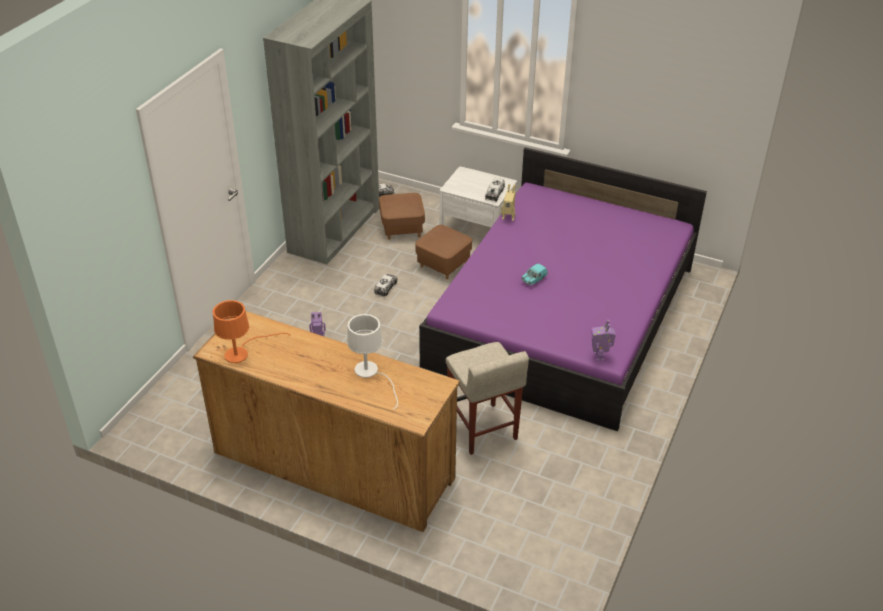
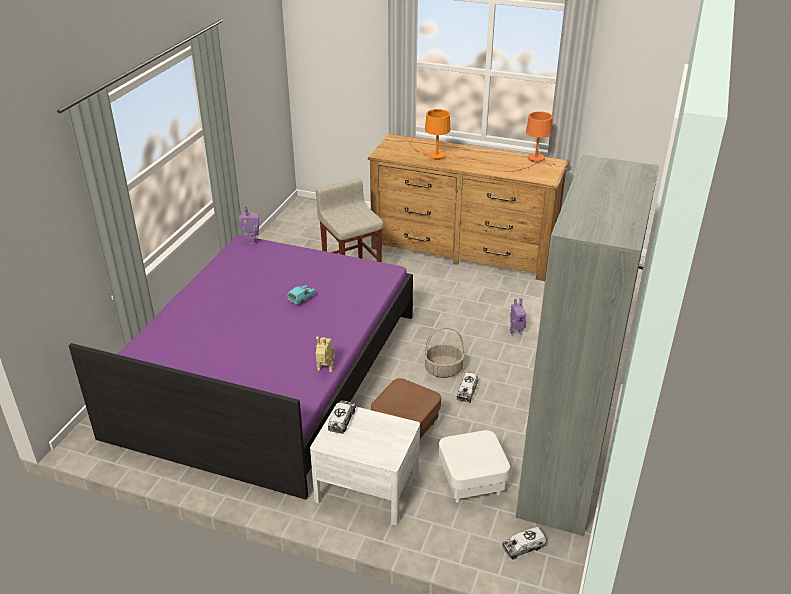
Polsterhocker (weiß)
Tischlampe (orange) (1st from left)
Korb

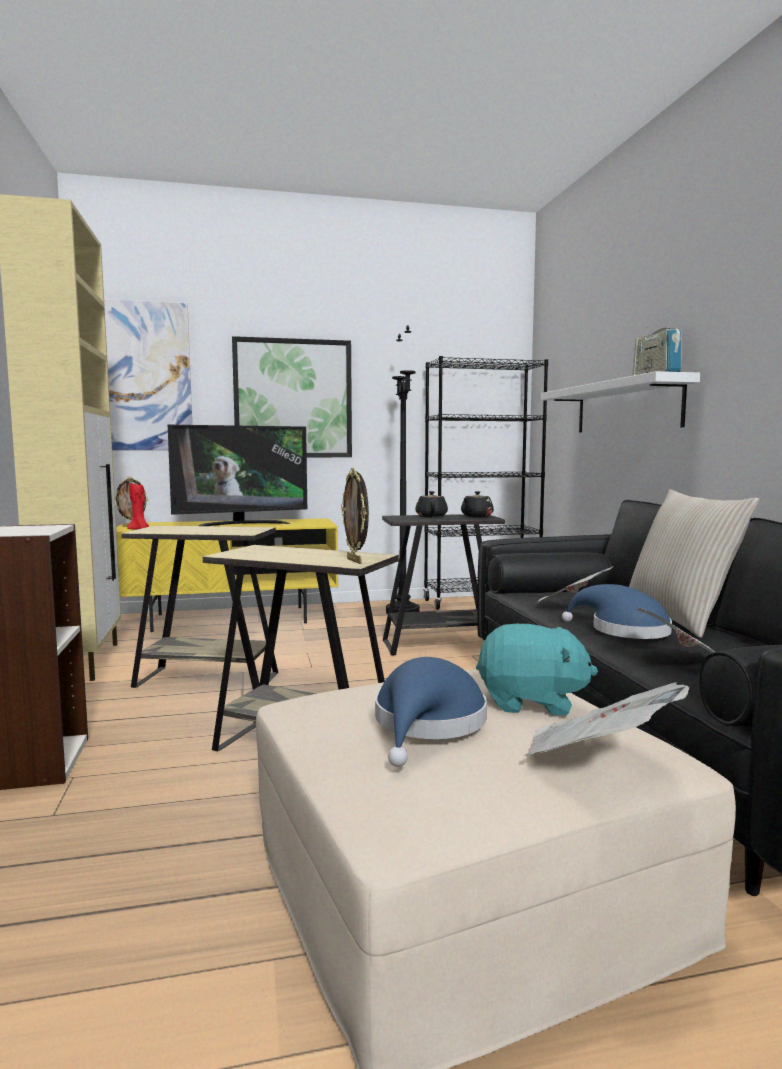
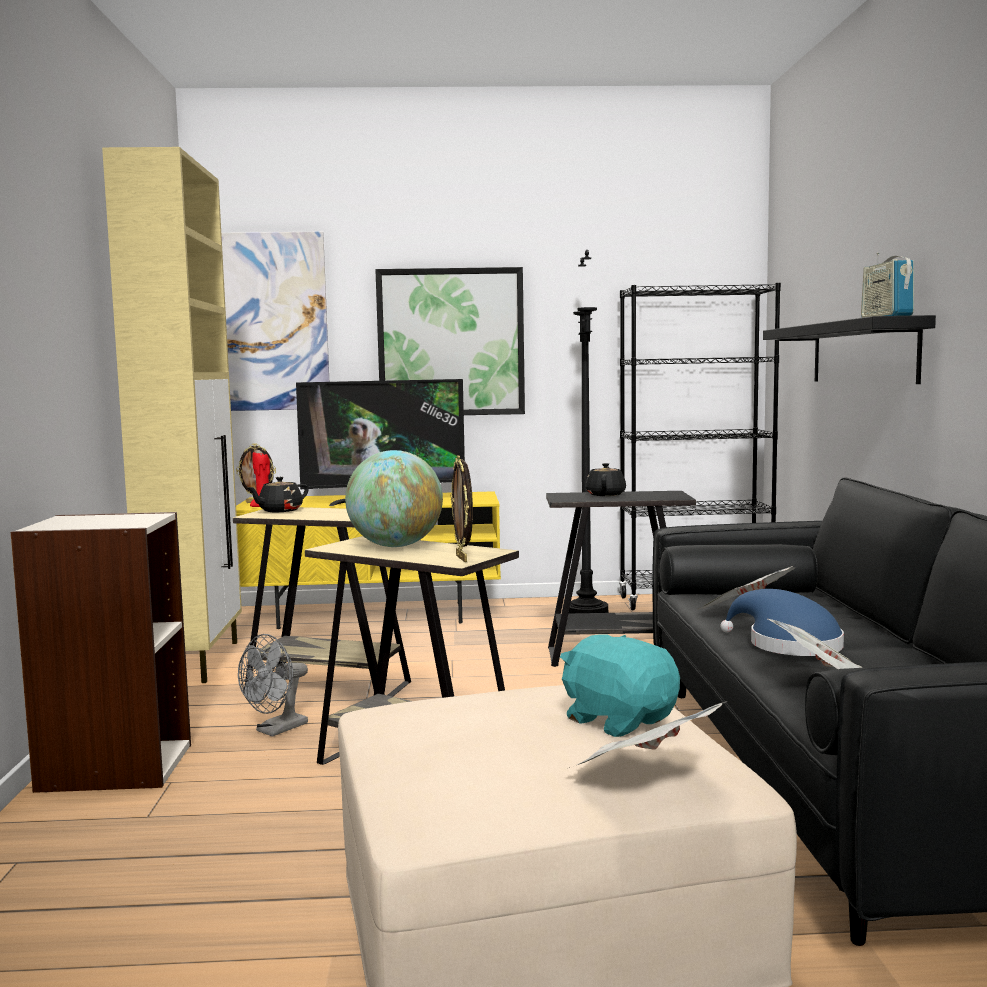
Wandregal (schwarz)
Kissen (beige)
Teekanne (schwarz) (1st from left)
Plüschtier (türkis)
Hut (blau) (1st from left in the first image)
Globus
Ventilator (grau)

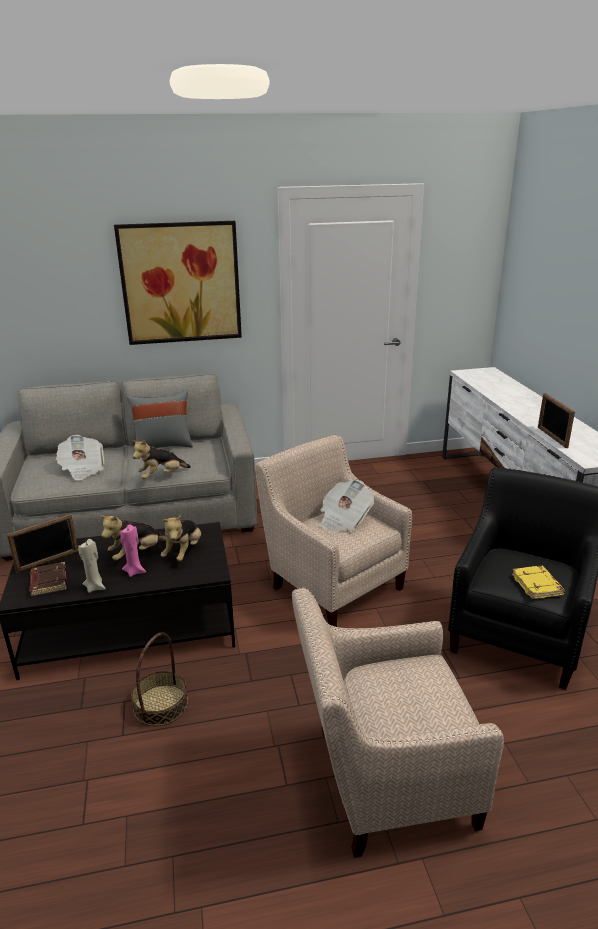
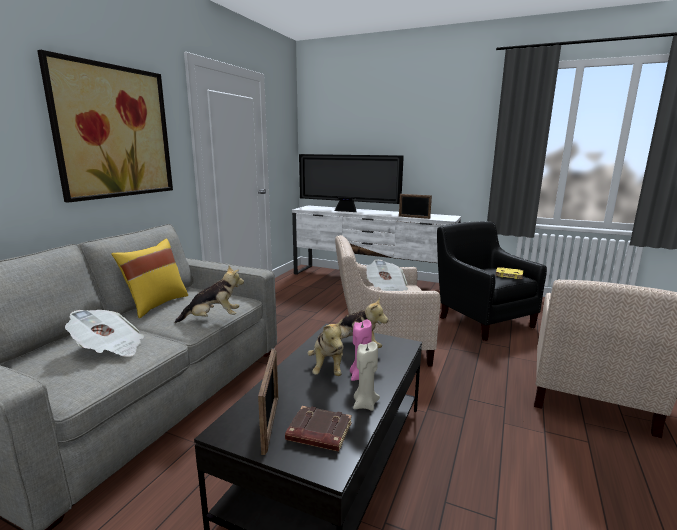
Kissen (gelb)
Plüschtier (1st from left)
Korb
Fernseher

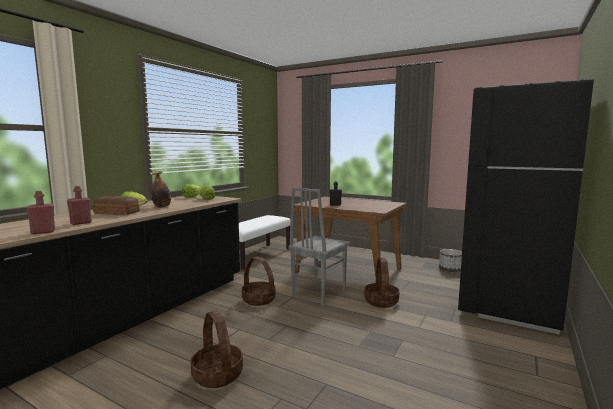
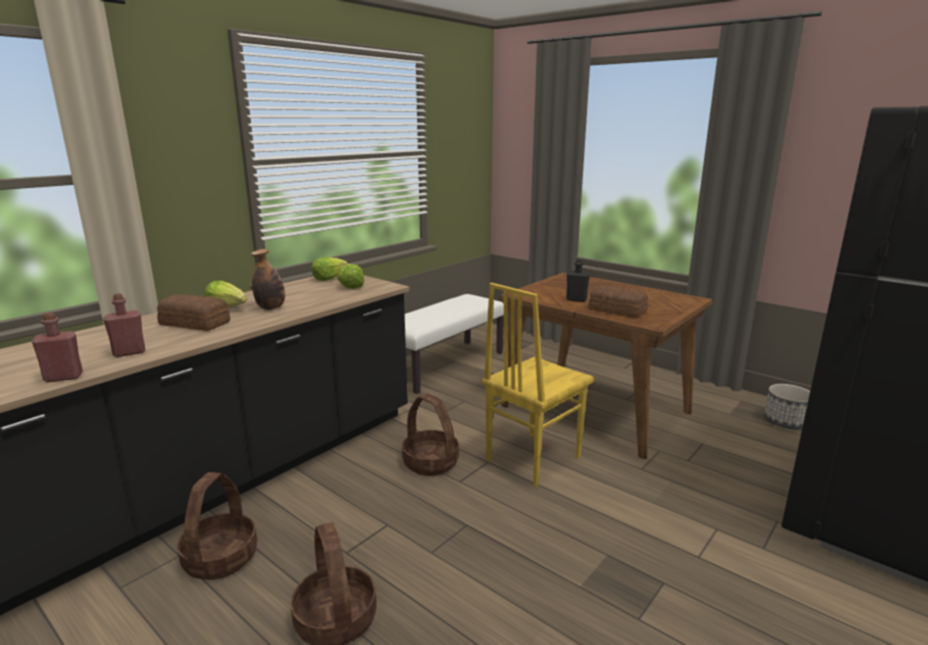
Stuhl (gelb)
Korb (1st from left)
Brot (2nd from left)

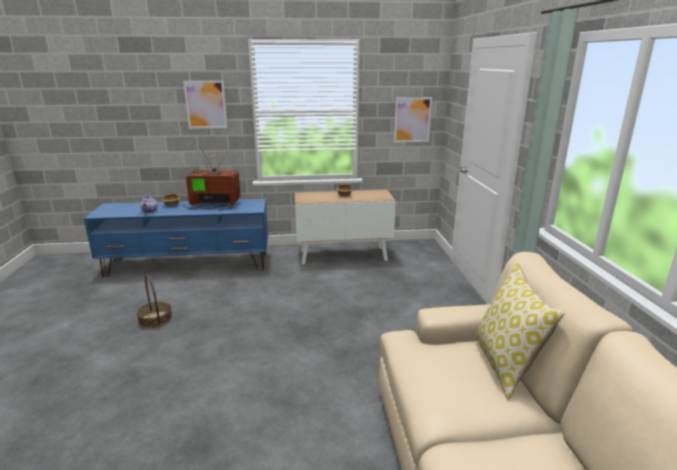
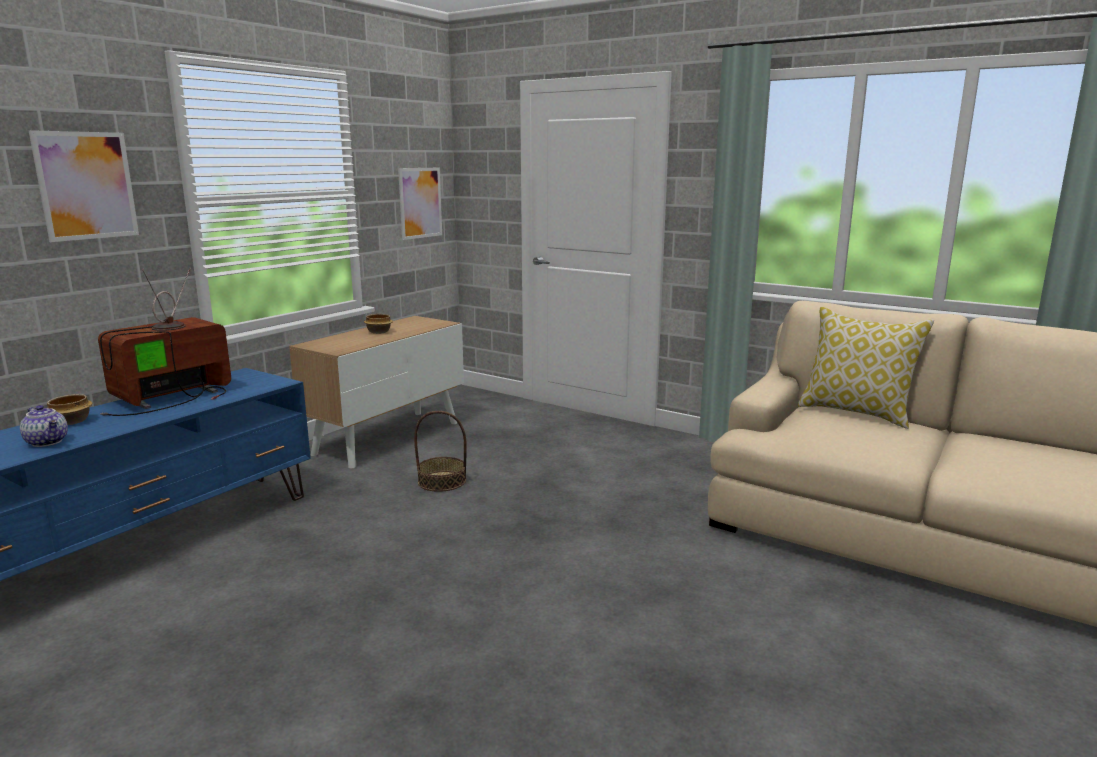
Korb

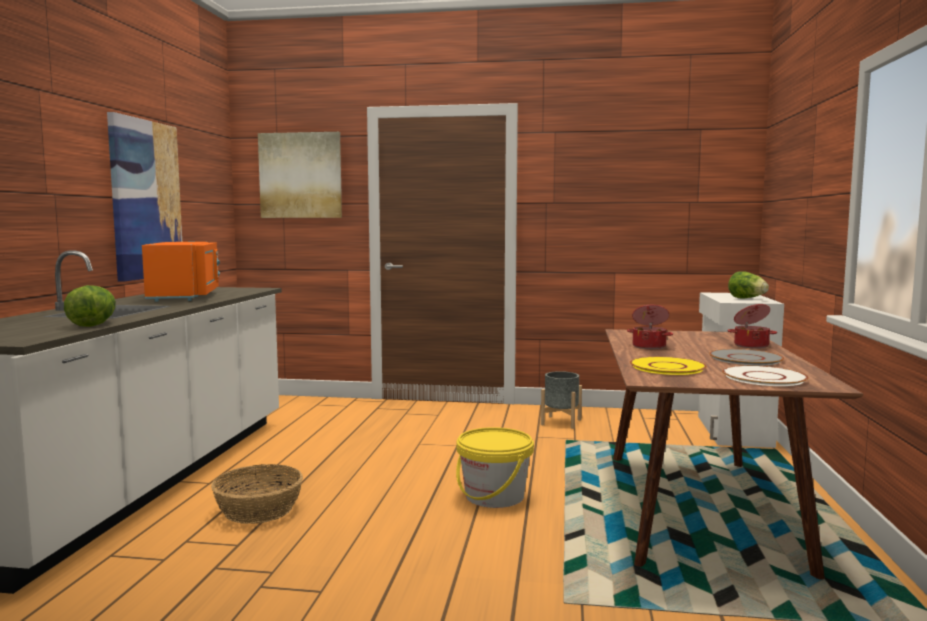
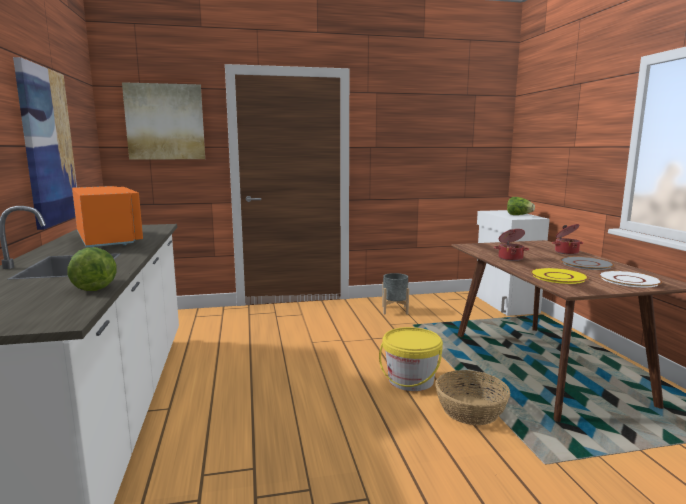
Korb

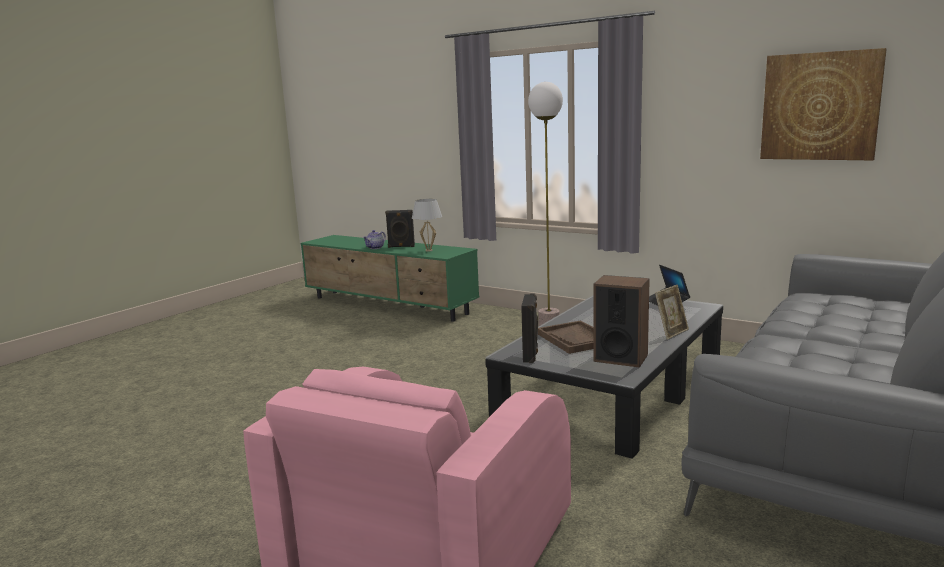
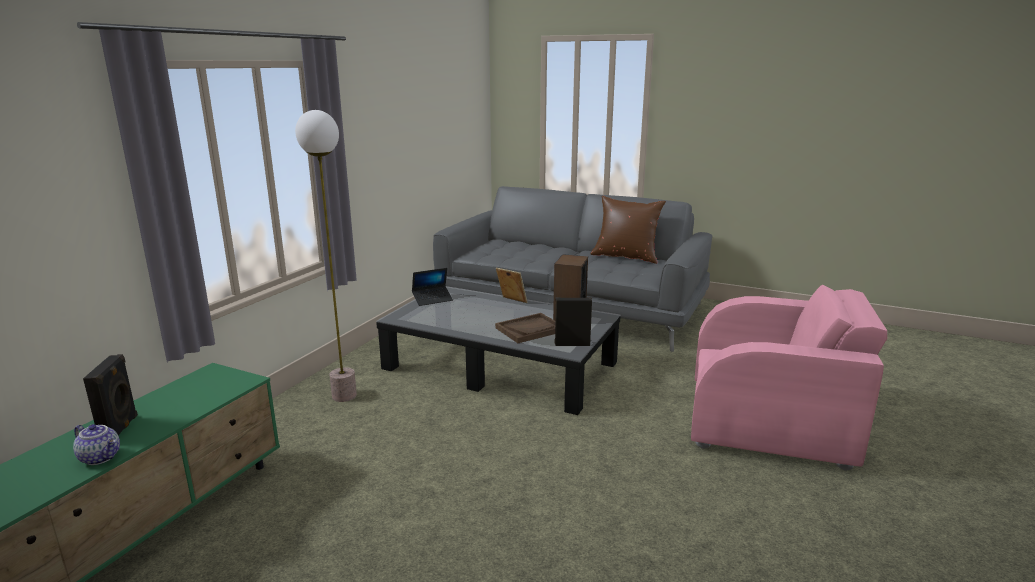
Bild
Tischlampe (weiß)
Kissen (braun)

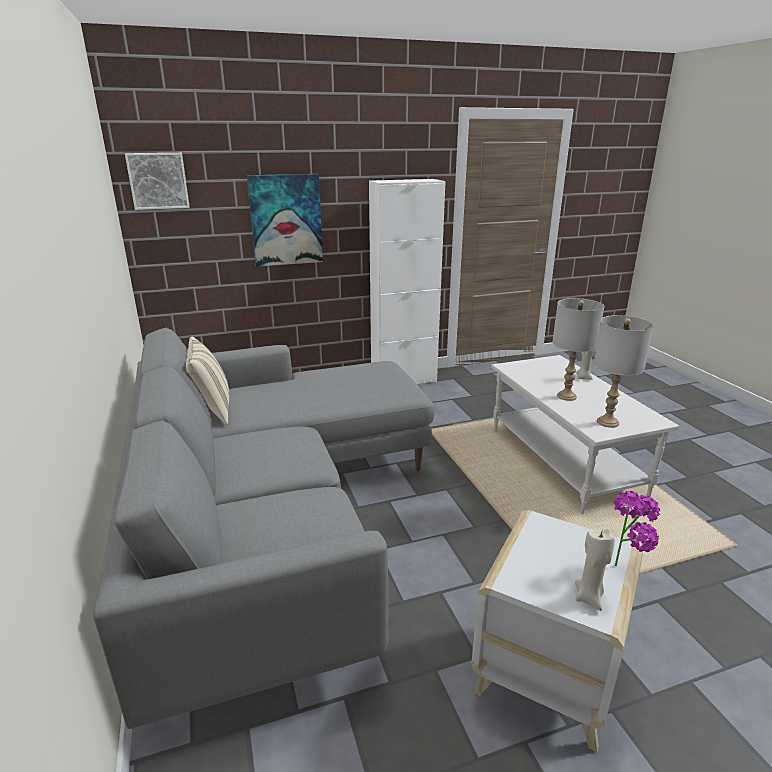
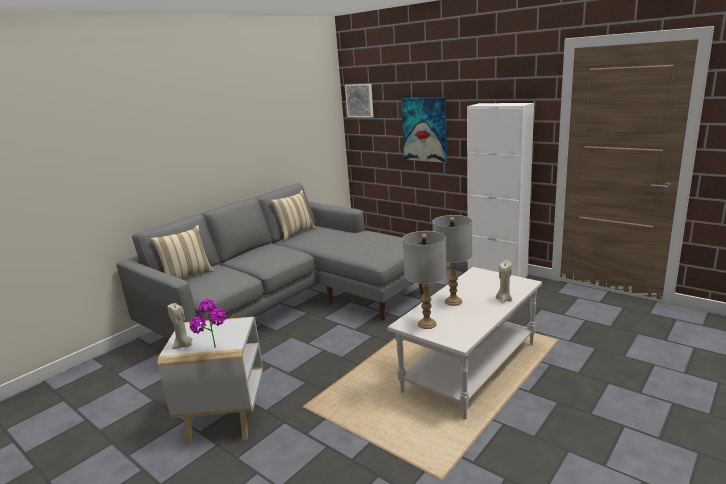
Kissen (beige) (1st from left)

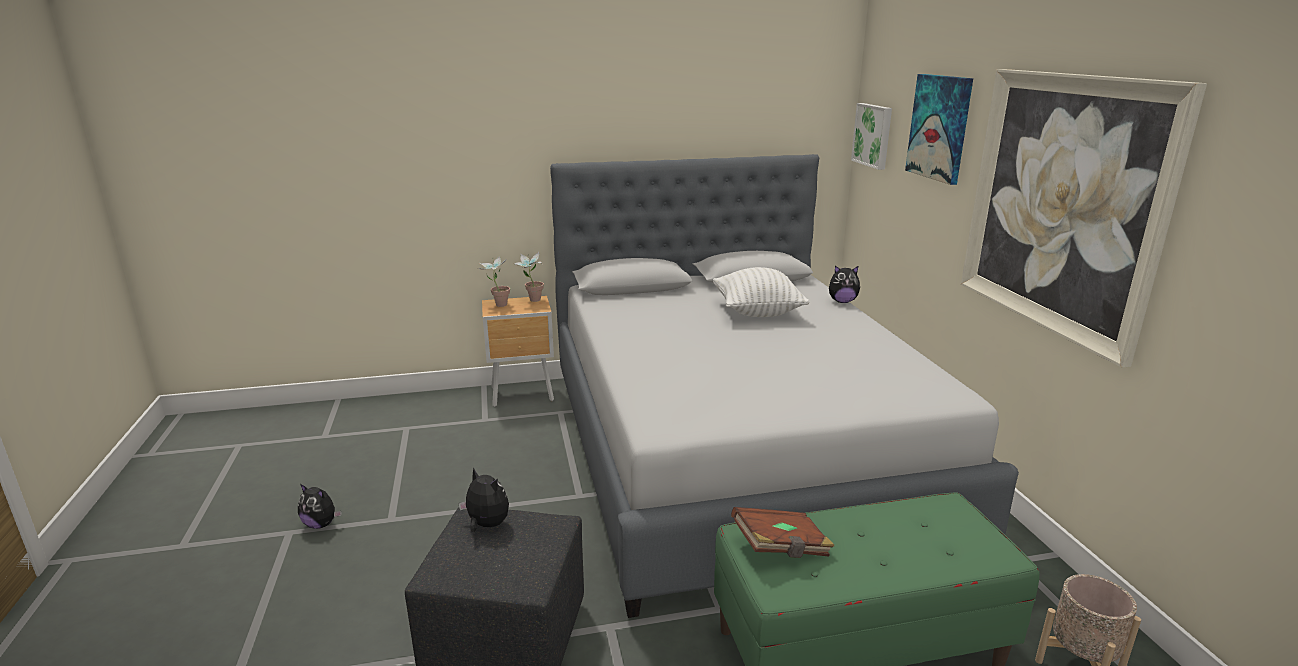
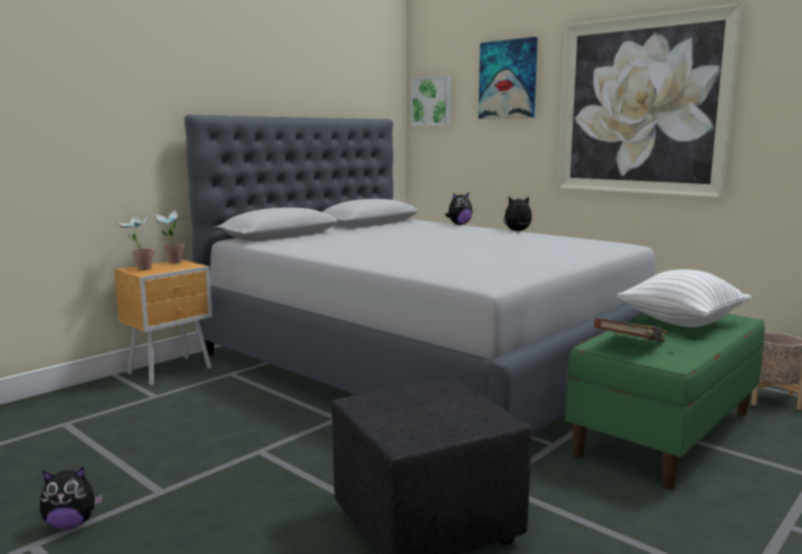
Kissen (weiß)
Plüschtier (3rd from left)

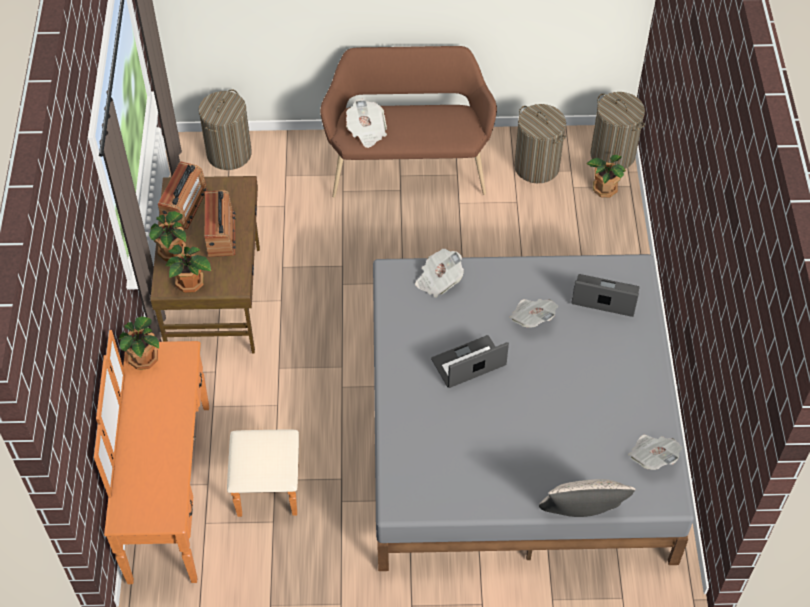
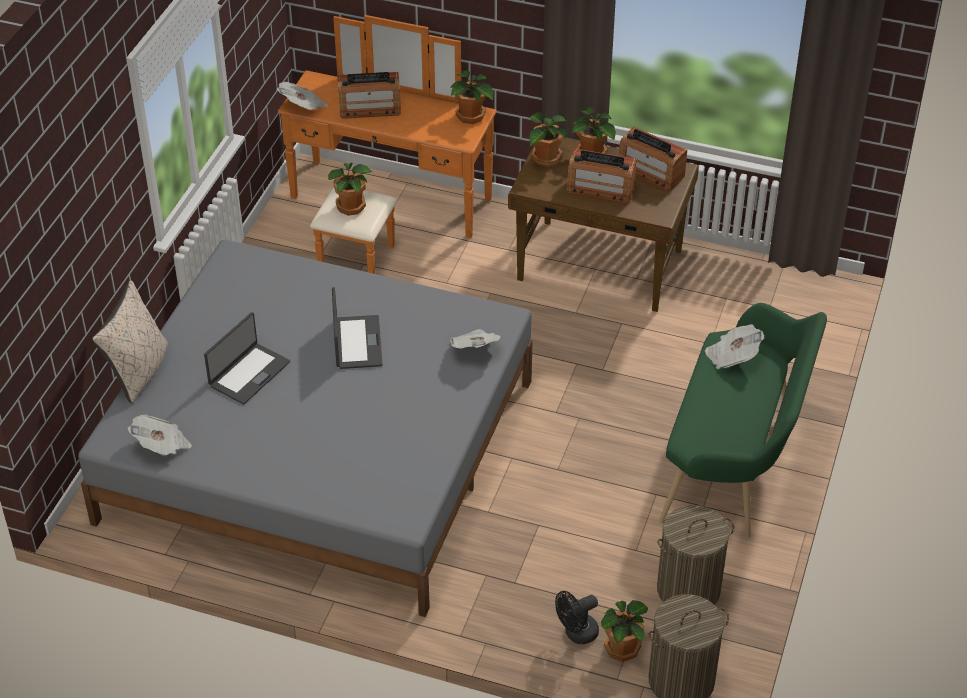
Bank (grün)
Wäschekorb (1st from left in the first image)
Laptop (1st from left)
Zeitung (2nd from left)
Radio (1st from left)
Topfpflanze (1st from left)
Ventilator (schwarz)

